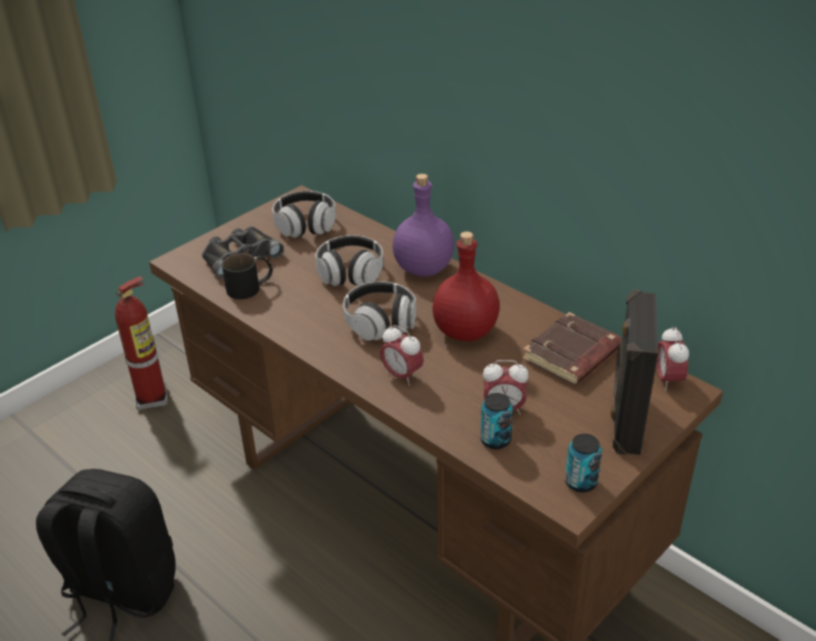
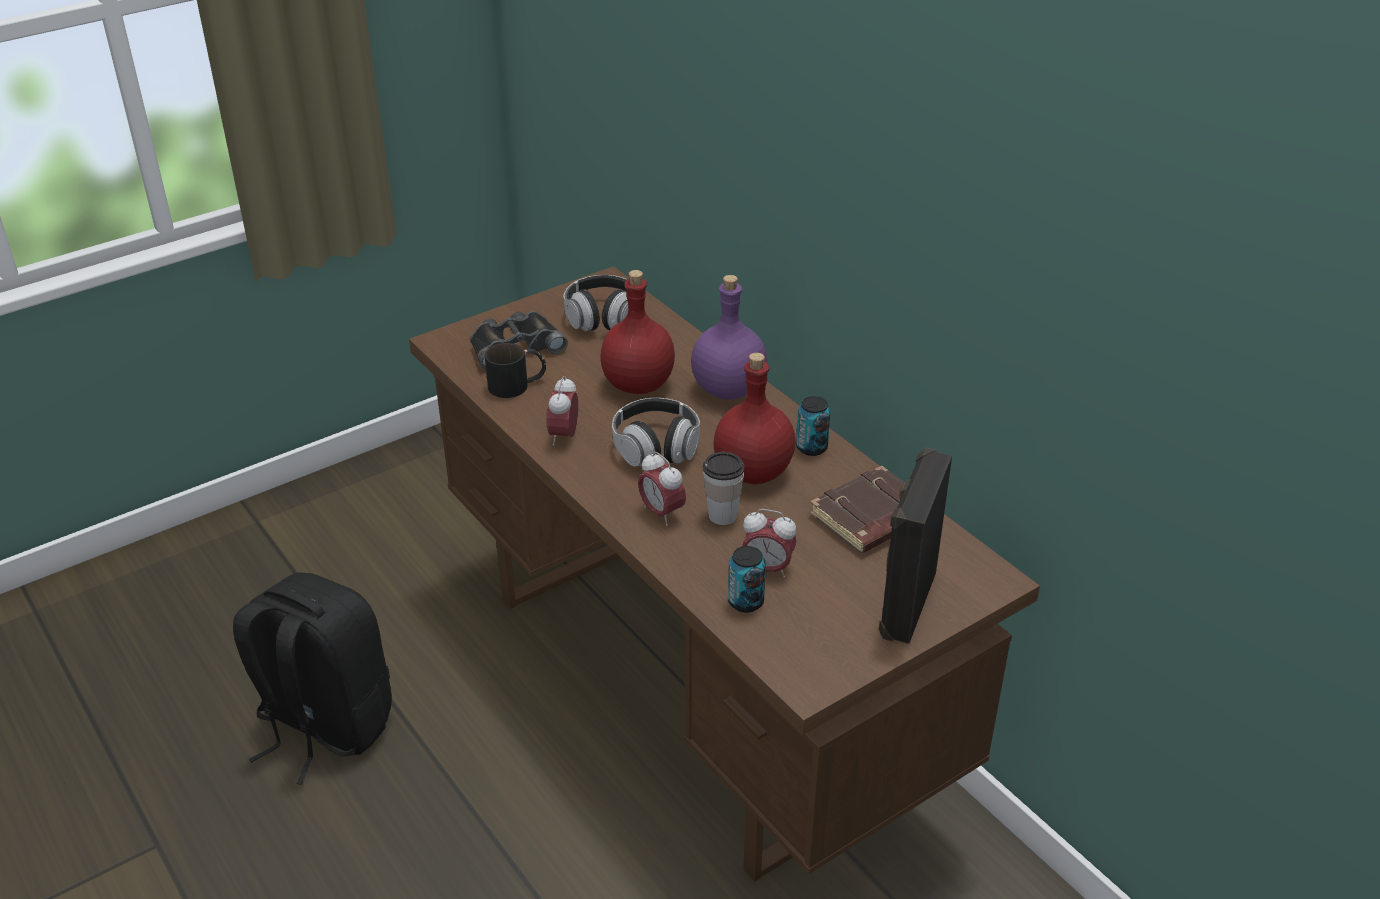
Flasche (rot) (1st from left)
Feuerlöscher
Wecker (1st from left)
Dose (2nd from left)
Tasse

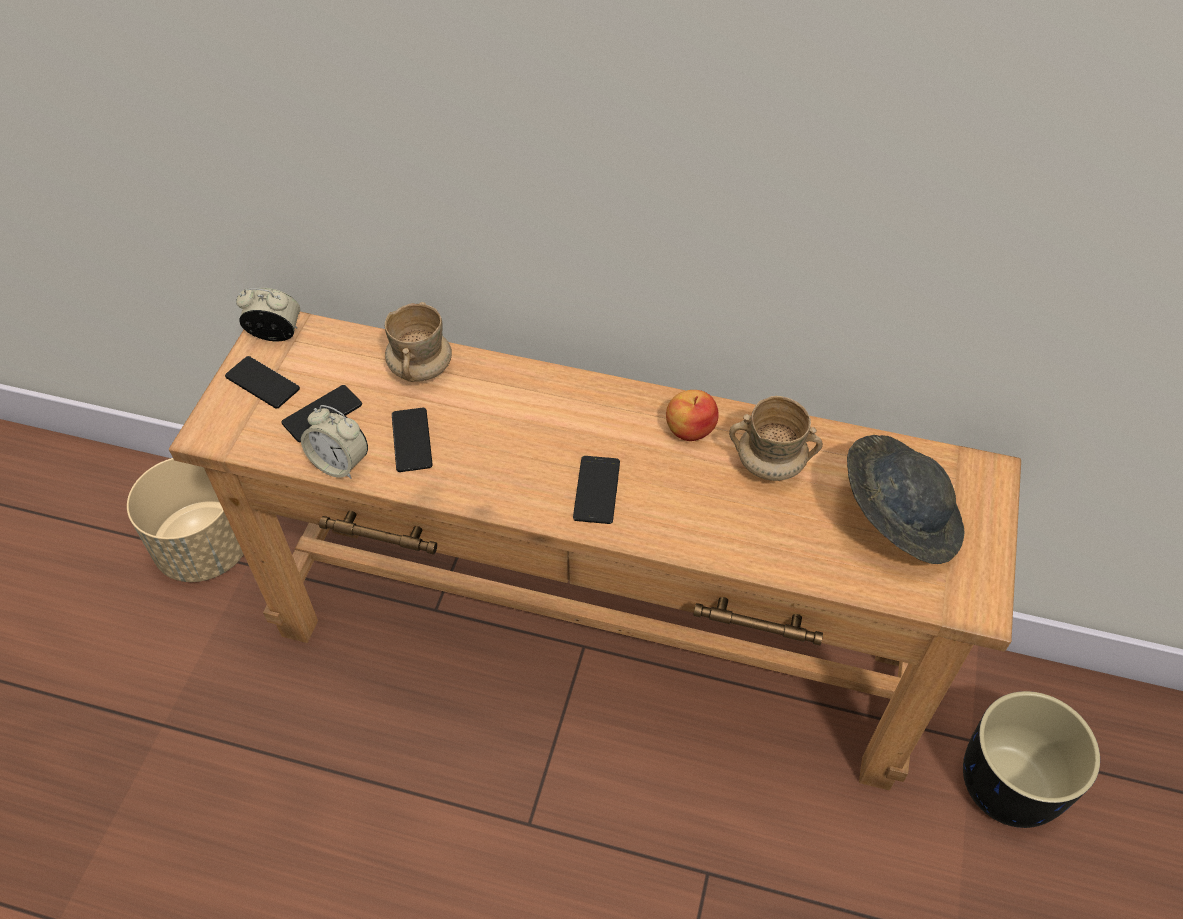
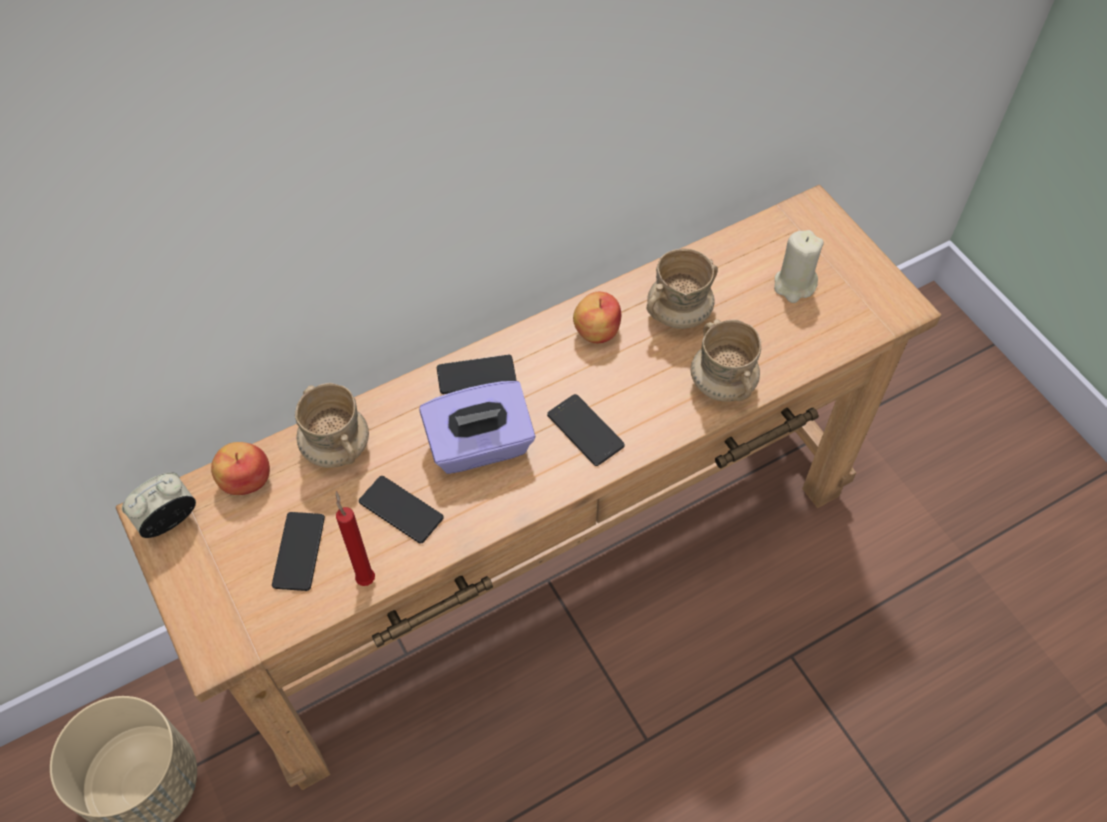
Handy (3rd from left)
Kerze (rot)
Kerze (beige)
Pflanzkübel (schwarz)
Henkelbecher (beige) (3rd from left)
Taschentuchbox (lila)
Apfel (1st from left)

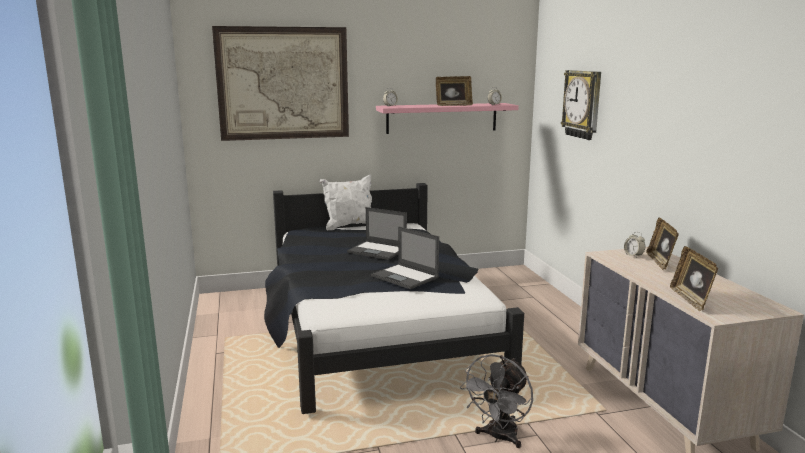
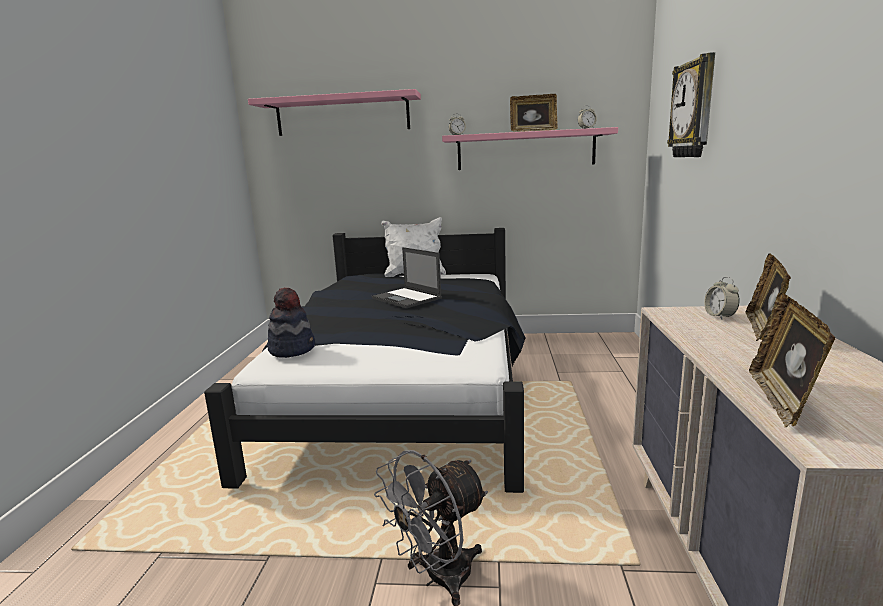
Wandregal (rosa) (1st from left)
Laptop (2nd from left in the first image)
Hut

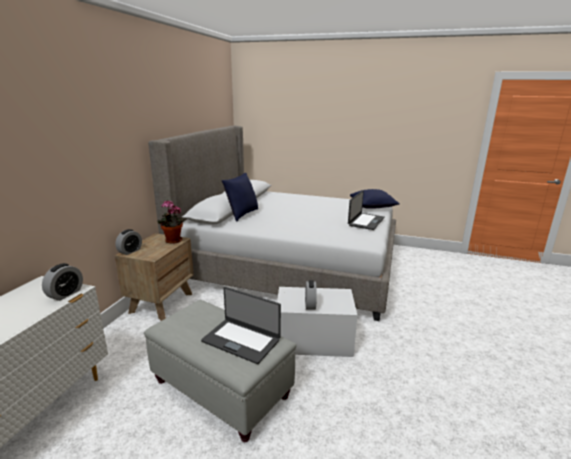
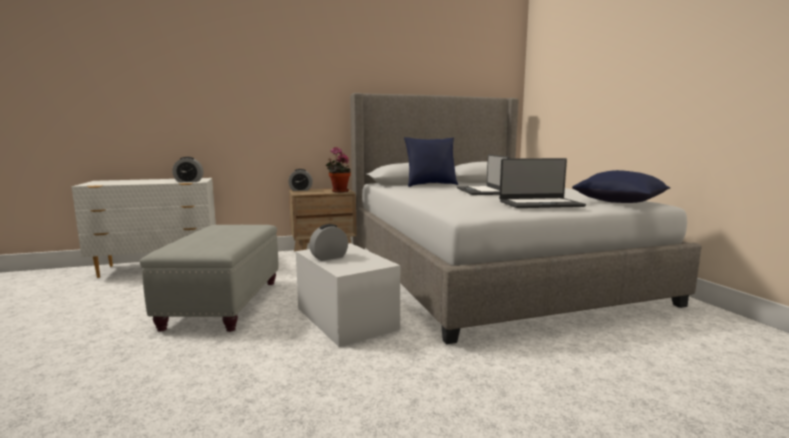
Laptop (1st from left)

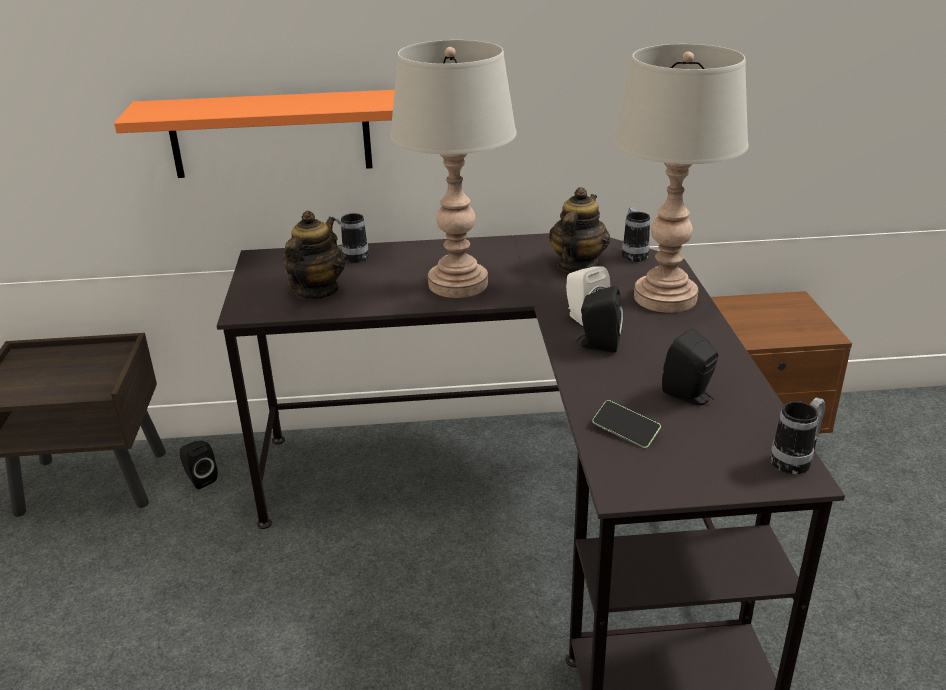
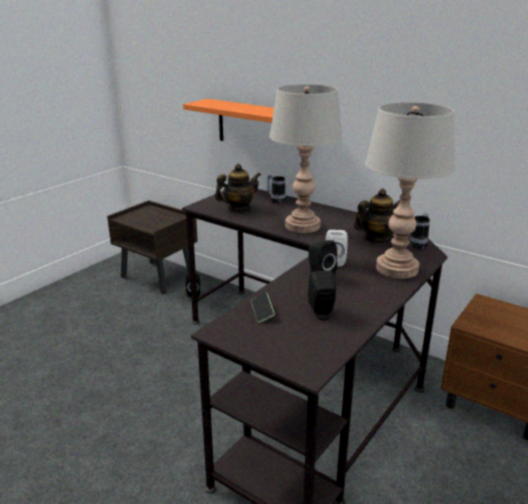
Henkelbecher (3rd from left in the first image)

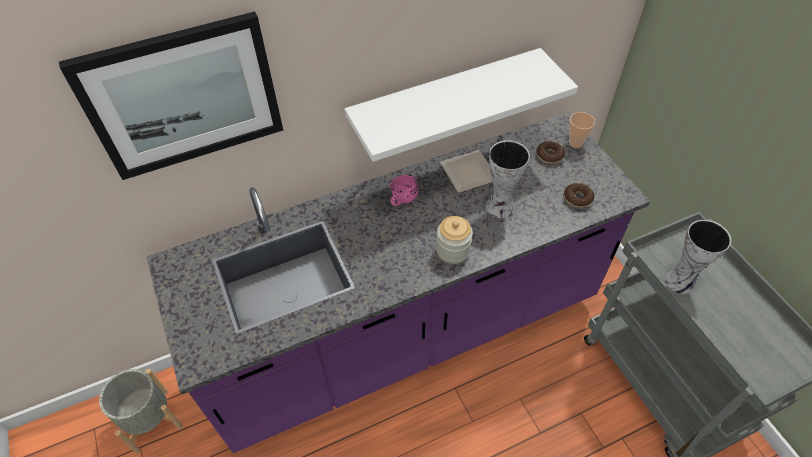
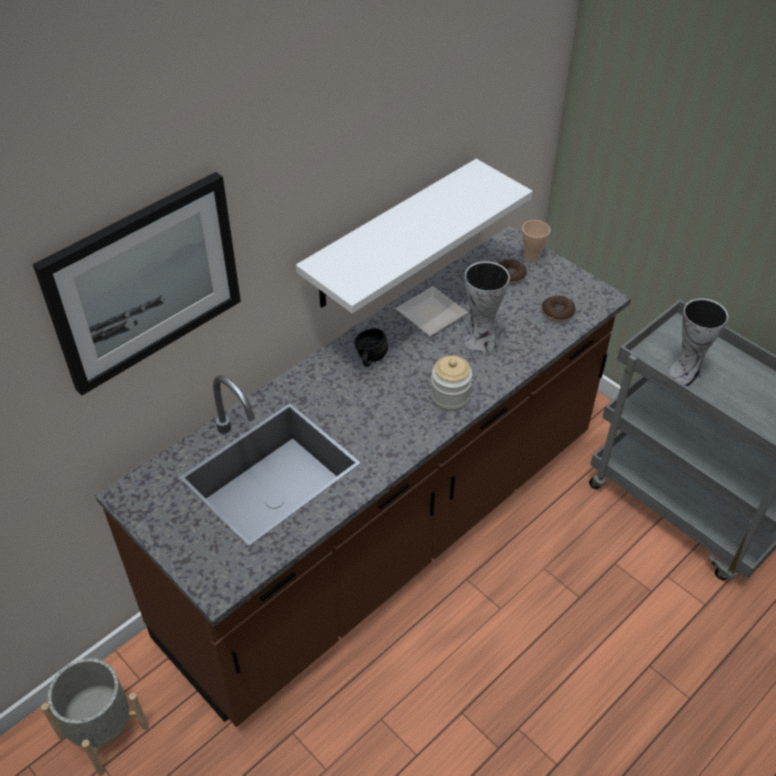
Küchenzeile (braun)
Henkelbecher (schwarz)

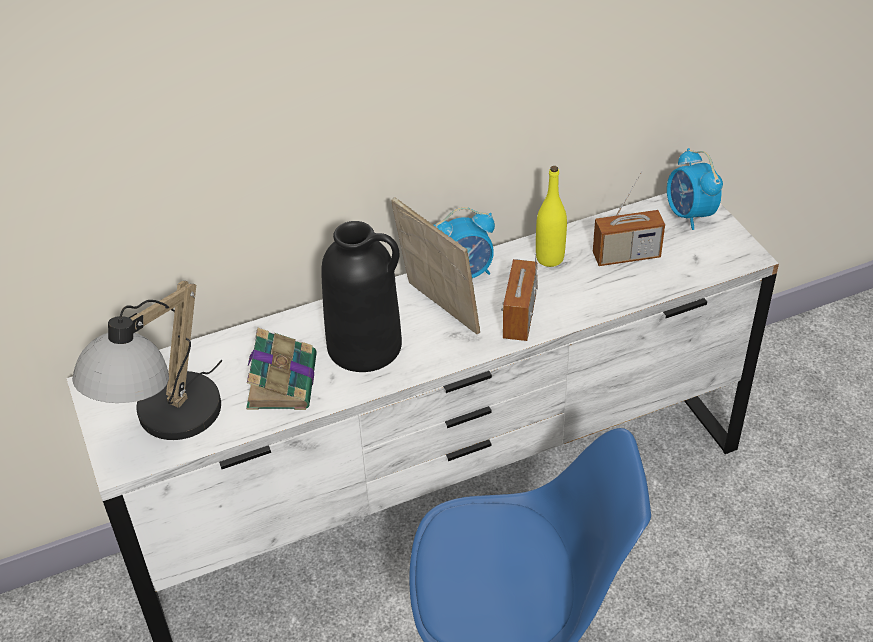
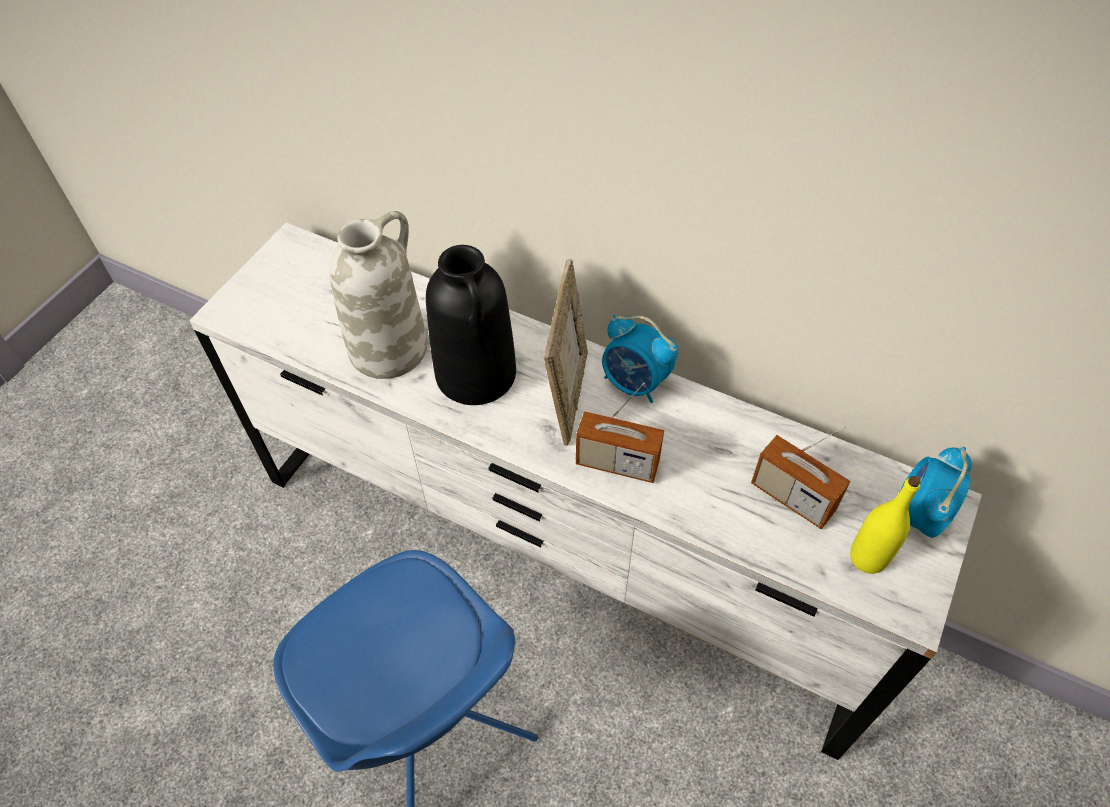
Flasche (gelb)
Radio (1st from left)
Tischlampe
Vase (weiß)

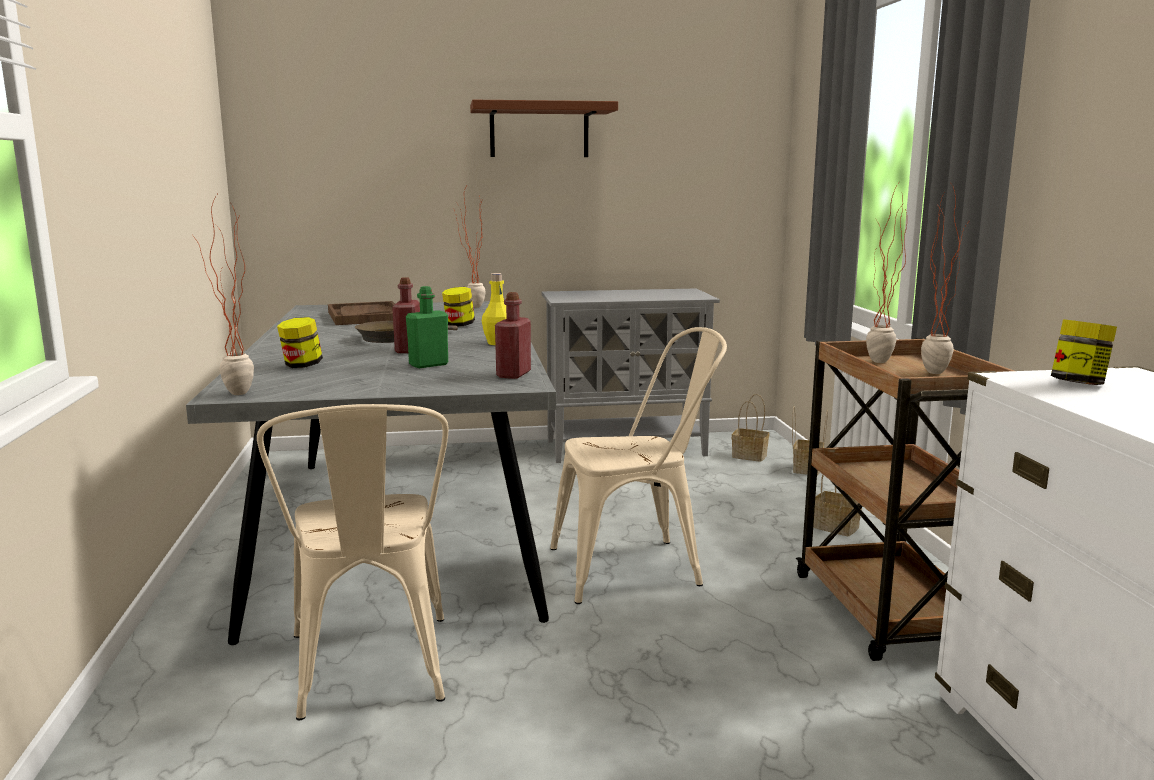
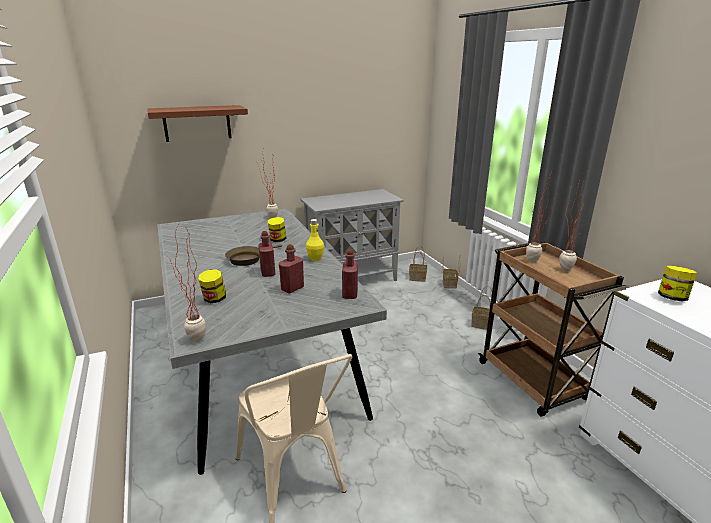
Wandregal (braun)
Flasche (rot) (2nd from left)
Tablett (braun)
Stuhl (beige) (2nd from left in the first image)

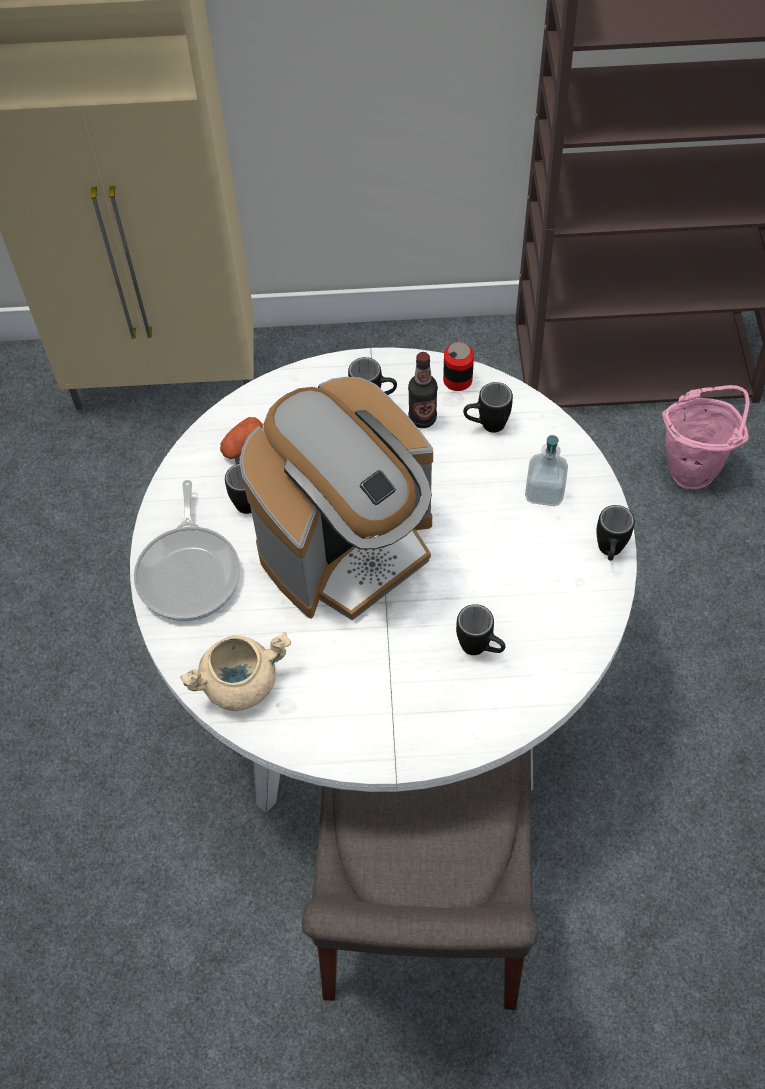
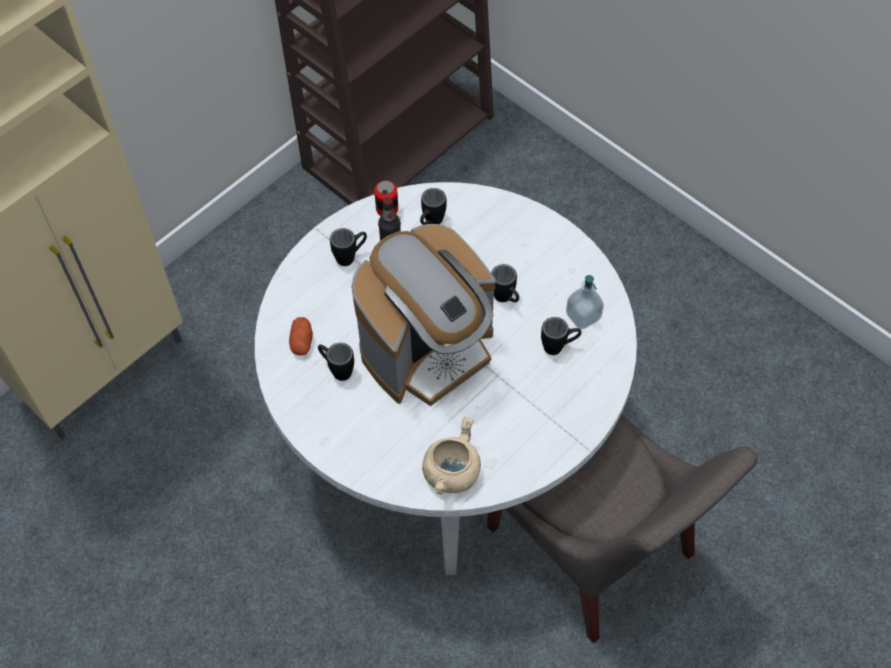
Kaffeemaschine
Eimer (rosa)
Seifenspender
Pfanne
Henkelbecher (schwarz) (4th from left)

